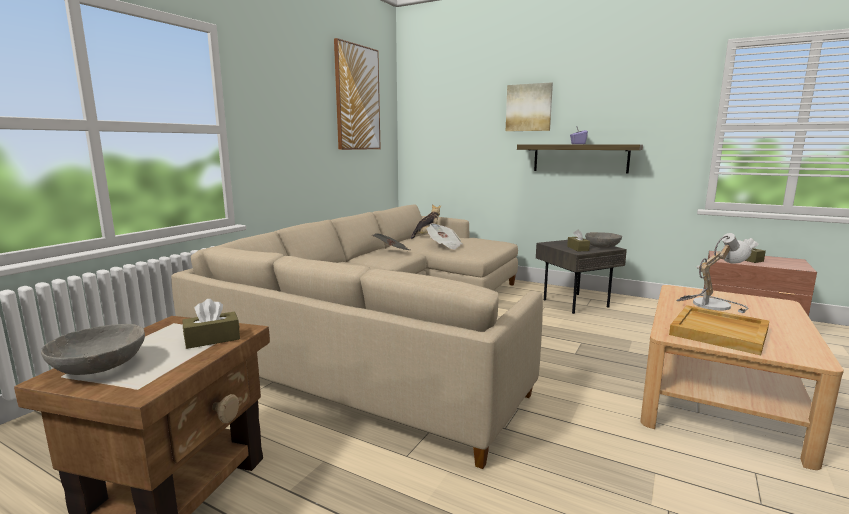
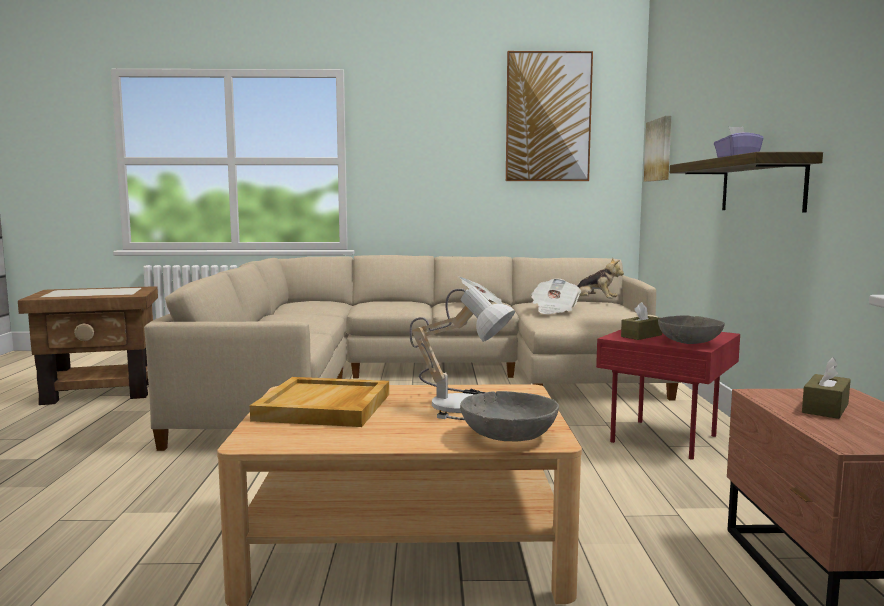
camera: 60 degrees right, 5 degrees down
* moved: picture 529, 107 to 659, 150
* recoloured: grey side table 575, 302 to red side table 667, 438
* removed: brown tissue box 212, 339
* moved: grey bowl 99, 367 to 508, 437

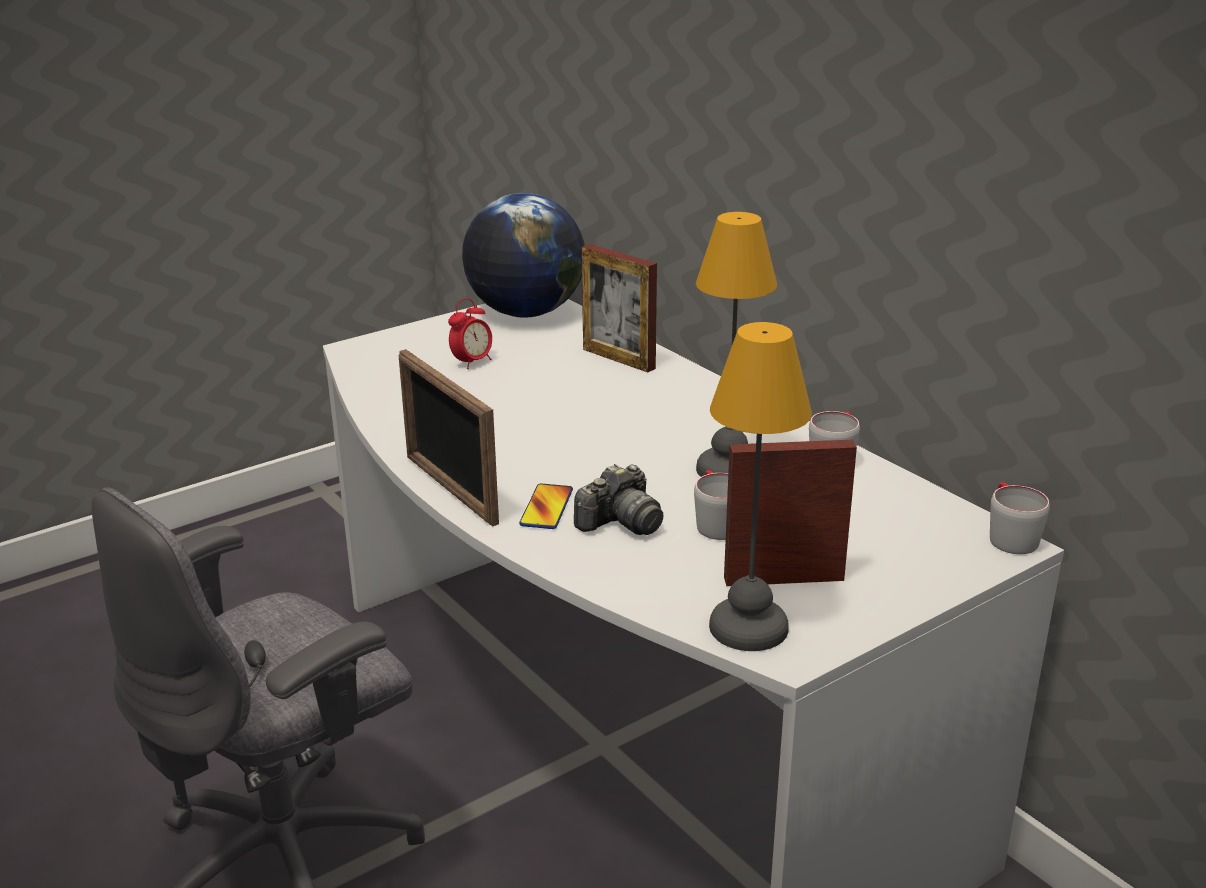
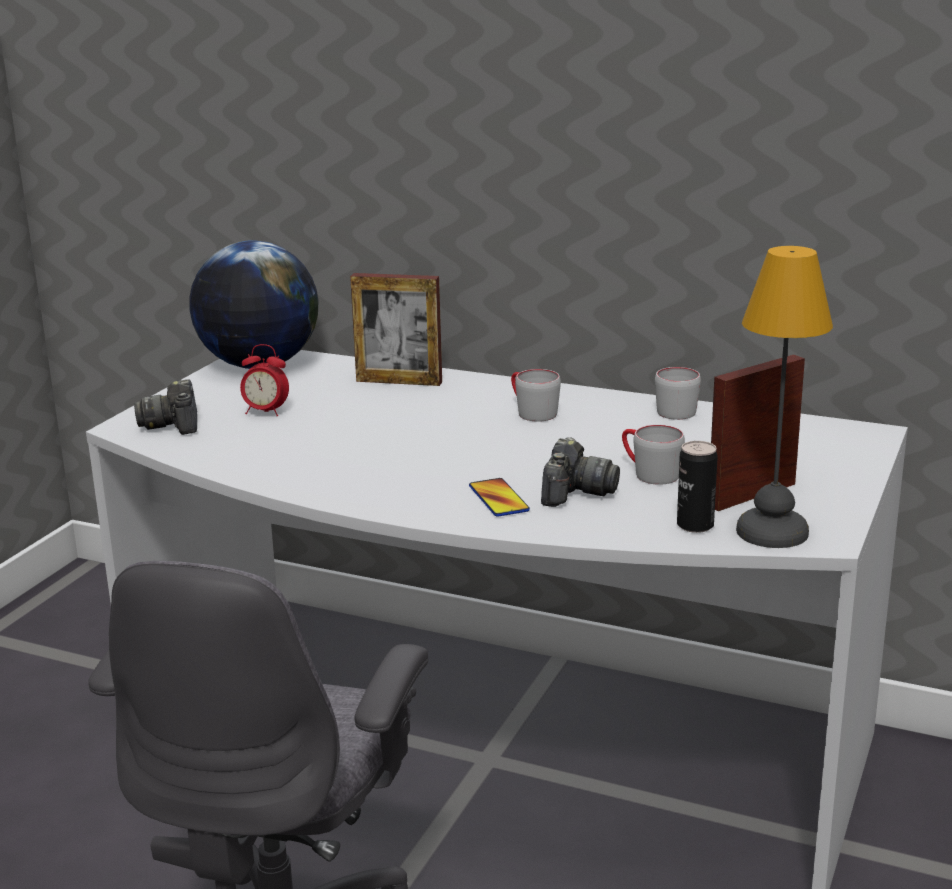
camera: 30 degrees left, 5 degrees down
* removed: table lamp 726, 470
* turned: alarm clock 472, 362 = 265, 412 90 degrees clockwise
* removed: picture frame 450, 490
* moved: grey mug 1008, 535 to 531, 412
* added: photo camera 174, 424
* added: can 695, 525

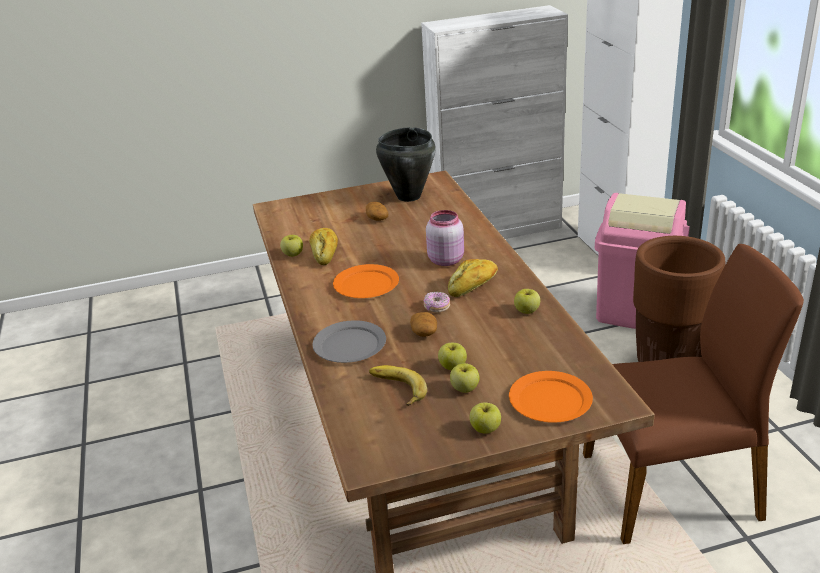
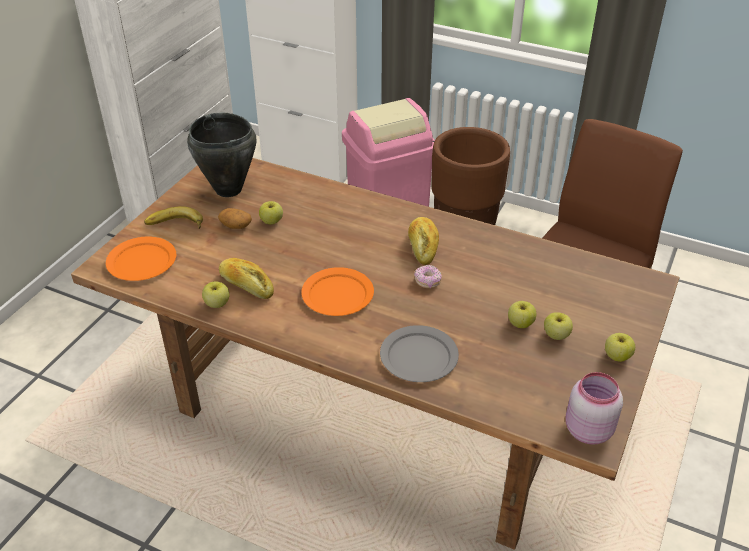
camera: 50 degrees left, 10 degrees up
* moved: pink jar 445, 260 to 586, 429
* moved: apple 527, 311 to 272, 221
* removed: potato 424, 333
* moved: banana 395, 389 to 175, 225
* moved: orange plate 550, 400 to 142, 262

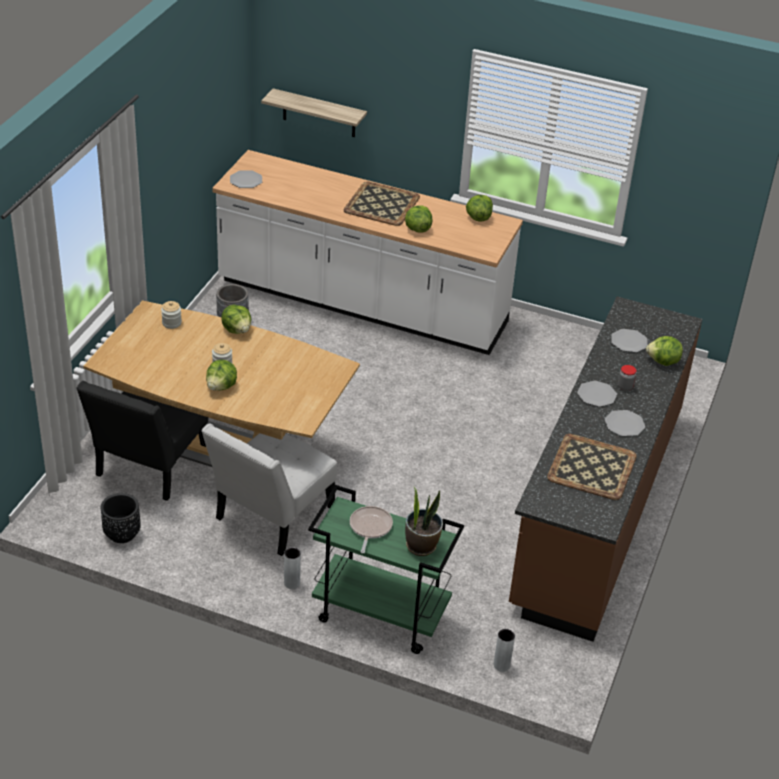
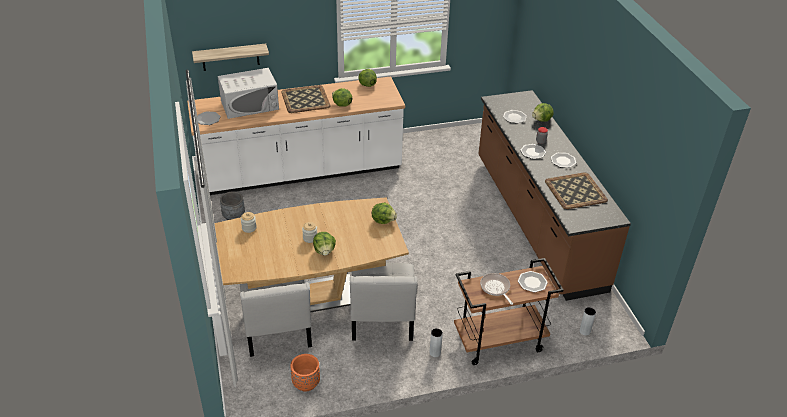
camera: 35 degrees left, 0 degrees up
* moved: lettuce 237, 330 to 383, 220
* recoloured: black chair 148, 466 to white chair 277, 332
* recoloured: green cart 379, 615 to brown cart 498, 342
* replaced: potted plant 421, 545 to plate 532, 282
* recoloured: black planter 122, 534 to orange planter 306, 383
* added: white microwave 250, 105

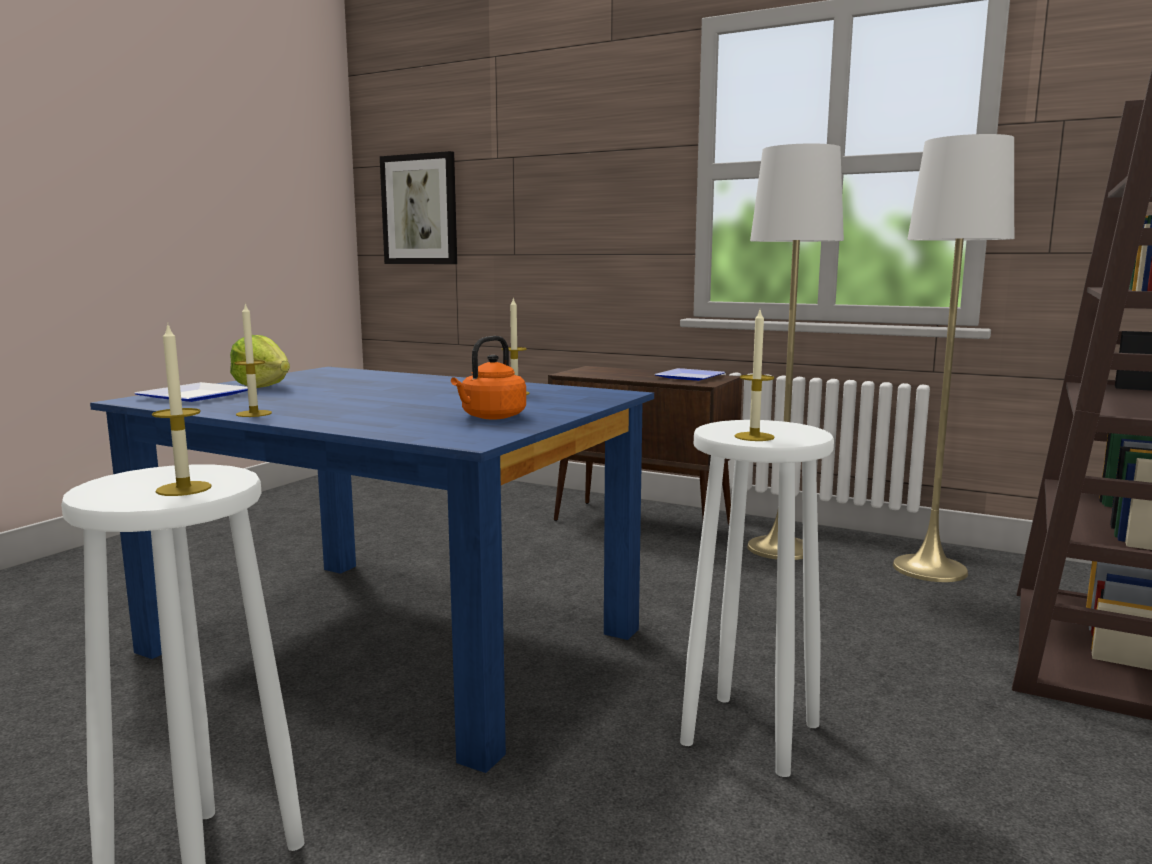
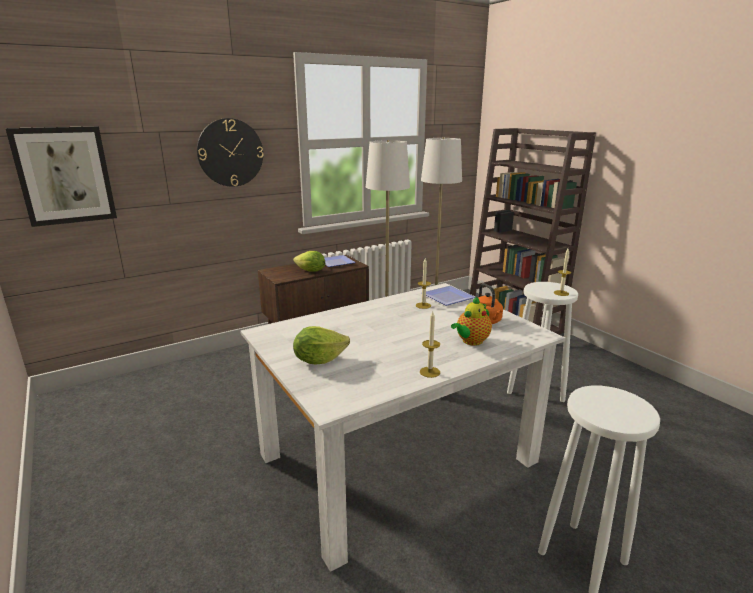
camera: 60 degrees left, 10 degrees up
* removed: candle 184, 489
* recoloured: blue dining table 397, 640 to white dining table 398, 456
* moved: plate 195, 397 to 450, 298
* added: wall clock 230, 153
* added: lettuce 311, 271
* added: teapot 471, 341

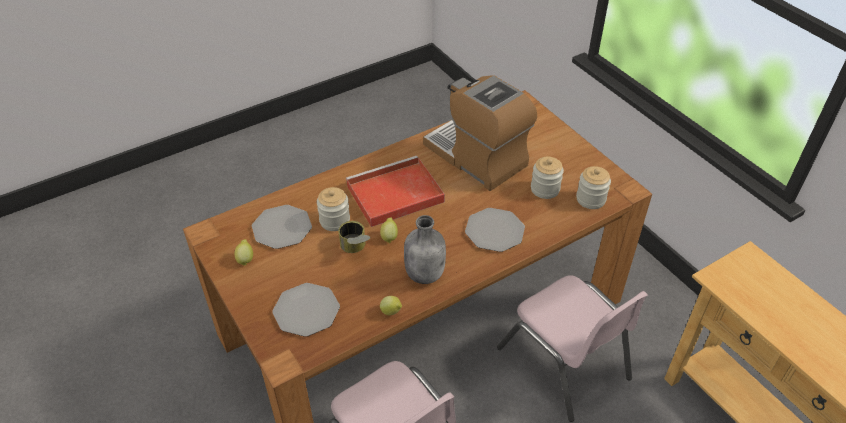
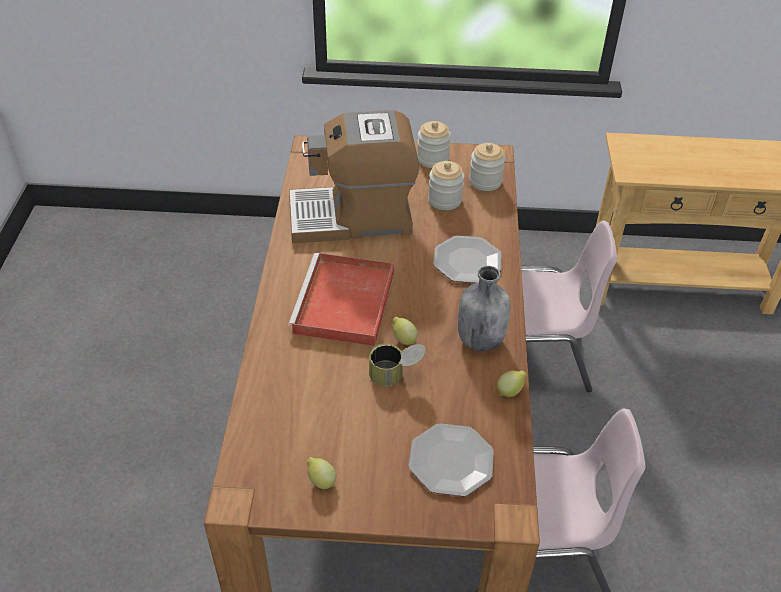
camera: 55 degrees left, 0 degrees up
* moved: jar 334, 220 to 432, 159
* removed: plate 282, 228

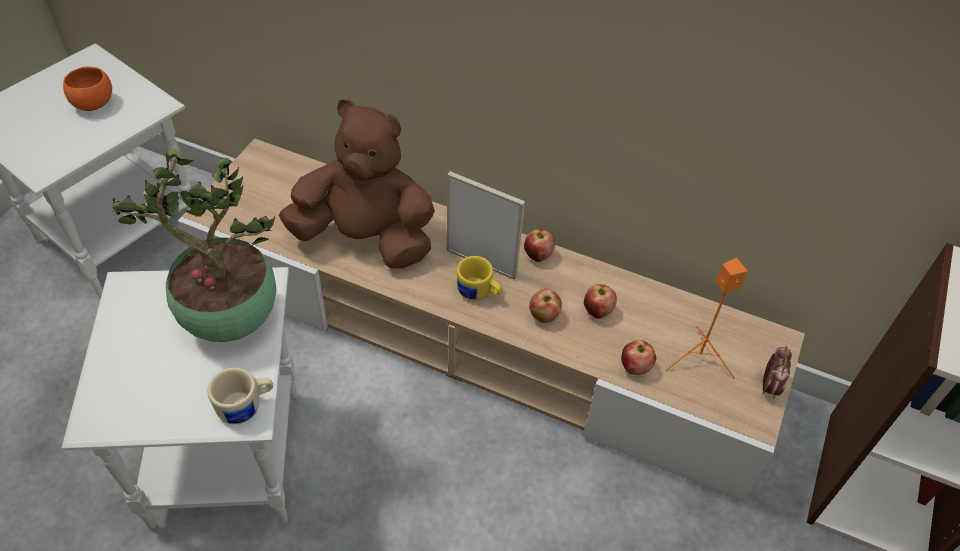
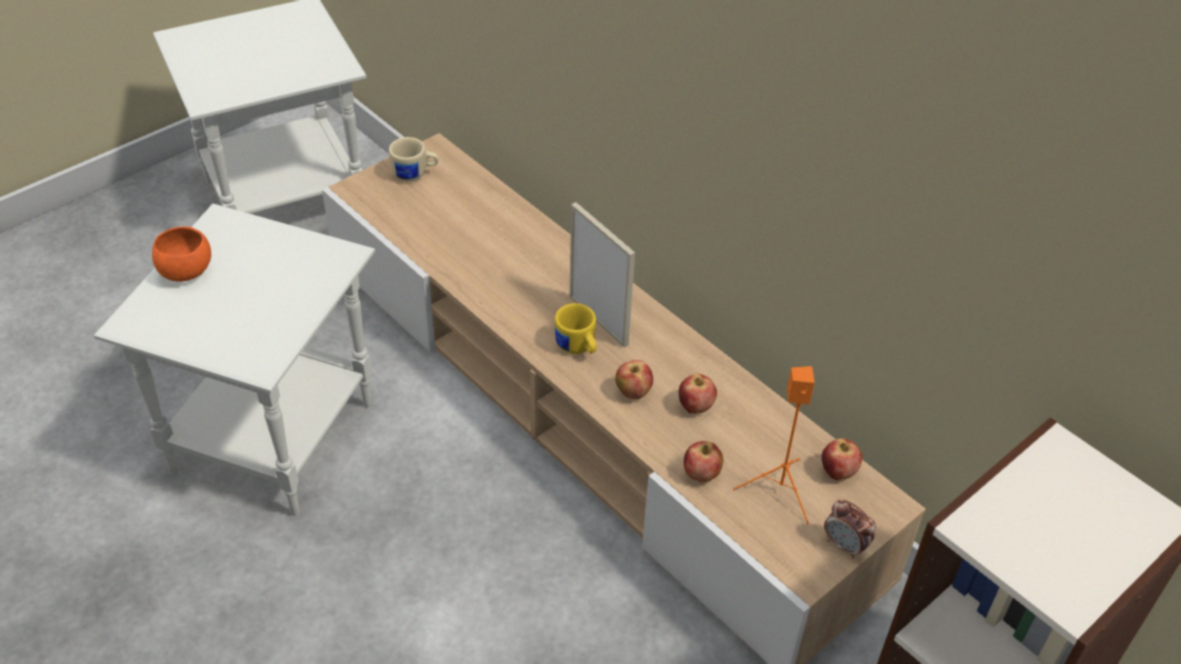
camera: 25 degrees right, 5 degrees down
* moved: orange bowl 93, 103 to 186, 271
* removed: brown plush toy 366, 238
* removed: potted plant 228, 321
* moved: apple 538, 255 to 838, 472
* turned: alarm clock 769, 386 = 845, 546 90 degrees clockwise
* moved: beige mug 246, 407 to 415, 174

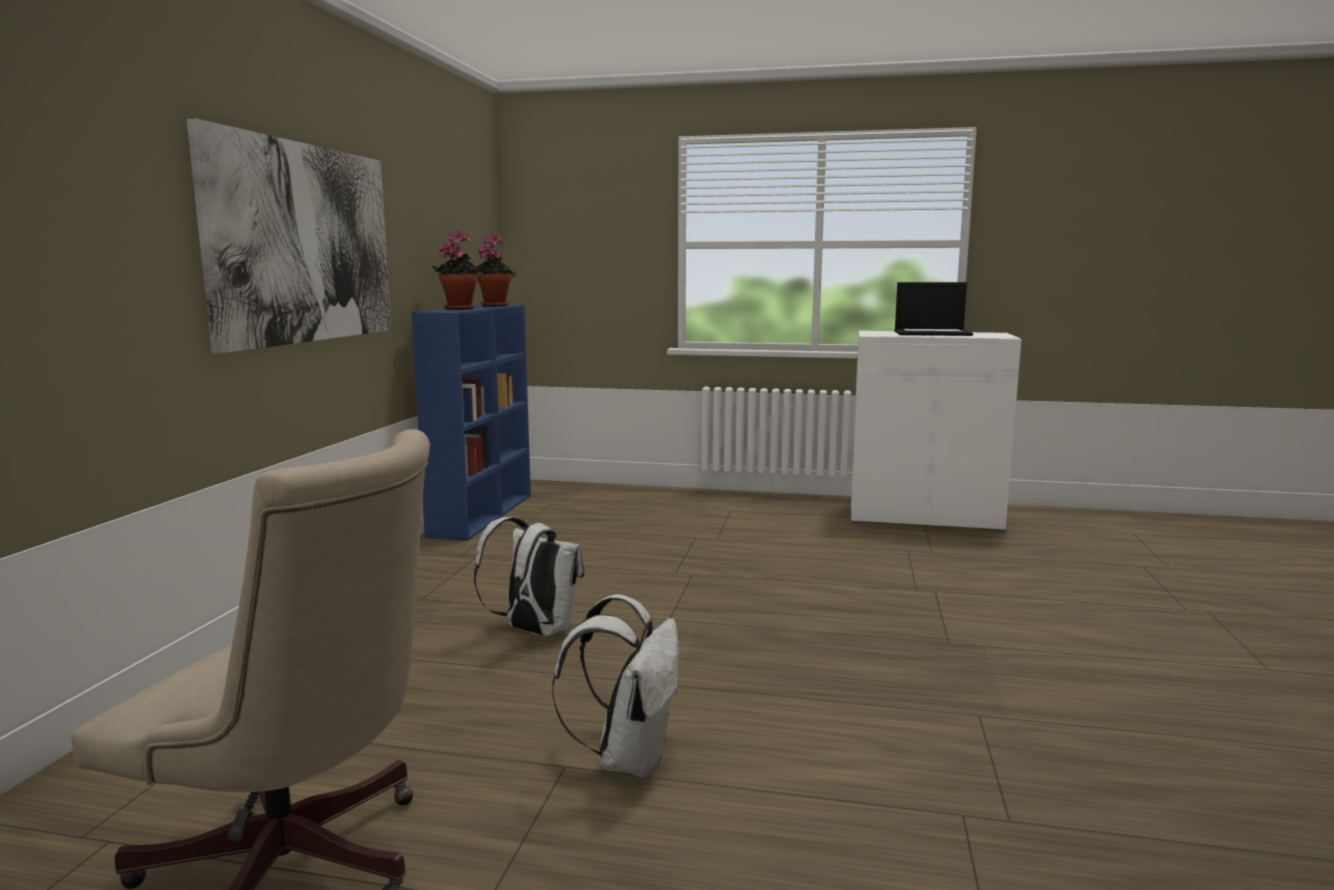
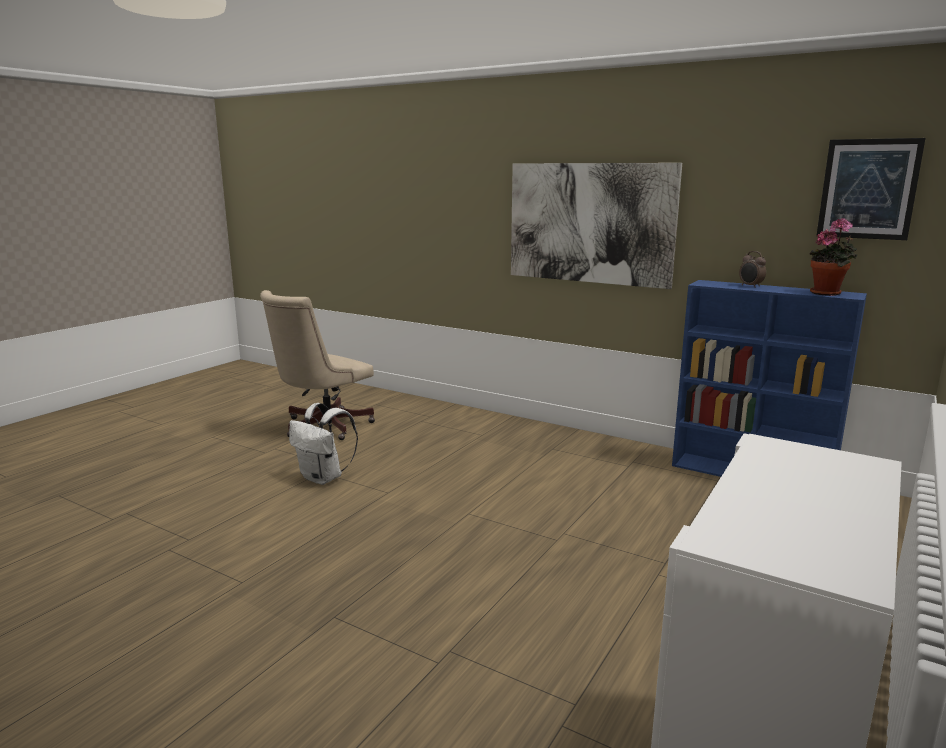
camera: 110 degrees right, 5 degrees up
* replaced: potted plant 460, 309 to alarm clock 750, 286
* removed: laptop 933, 333
* removed: white backpack 534, 631
* added: picture 868, 189

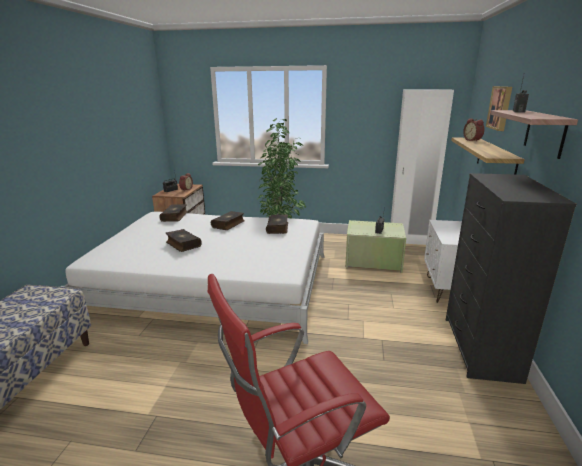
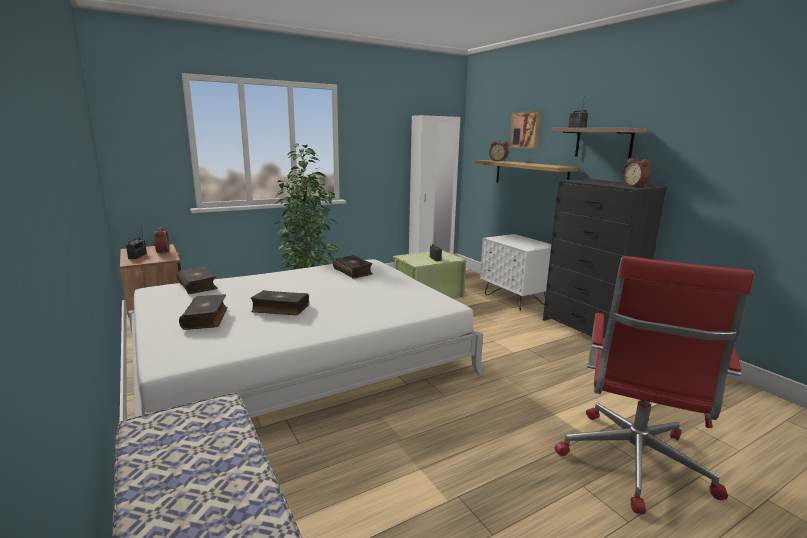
camera: 40 degrees left, 5 degrees down
* moved: book 228, 224 to 206, 318
* added: alarm clock 635, 186

